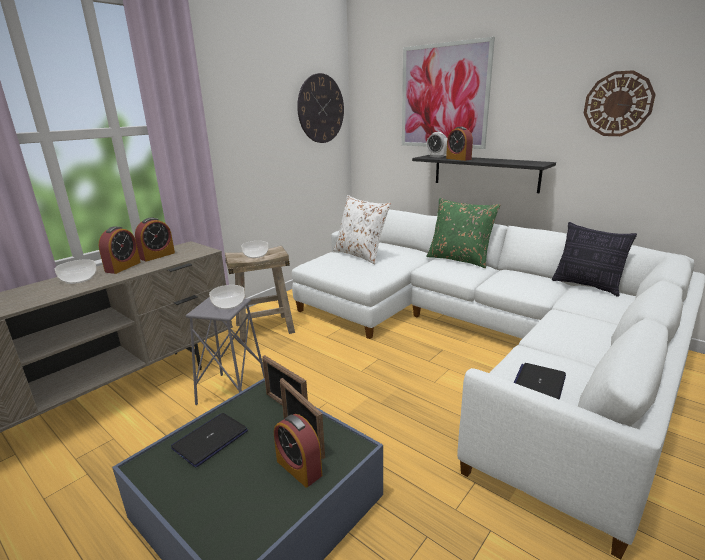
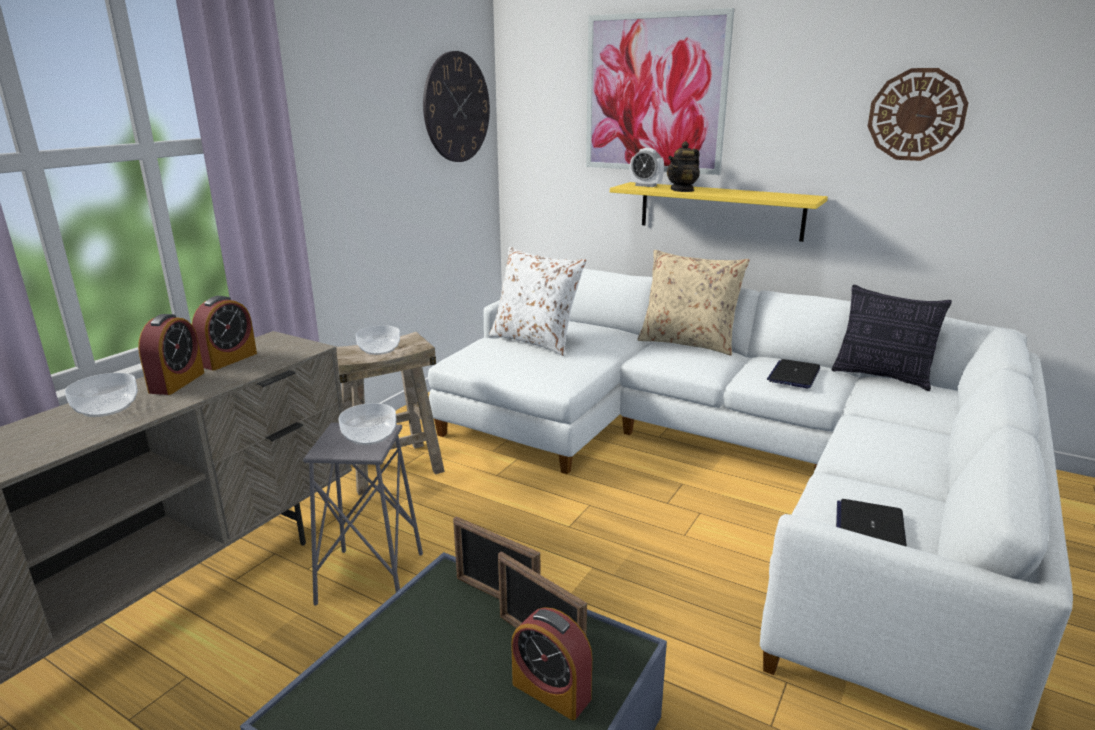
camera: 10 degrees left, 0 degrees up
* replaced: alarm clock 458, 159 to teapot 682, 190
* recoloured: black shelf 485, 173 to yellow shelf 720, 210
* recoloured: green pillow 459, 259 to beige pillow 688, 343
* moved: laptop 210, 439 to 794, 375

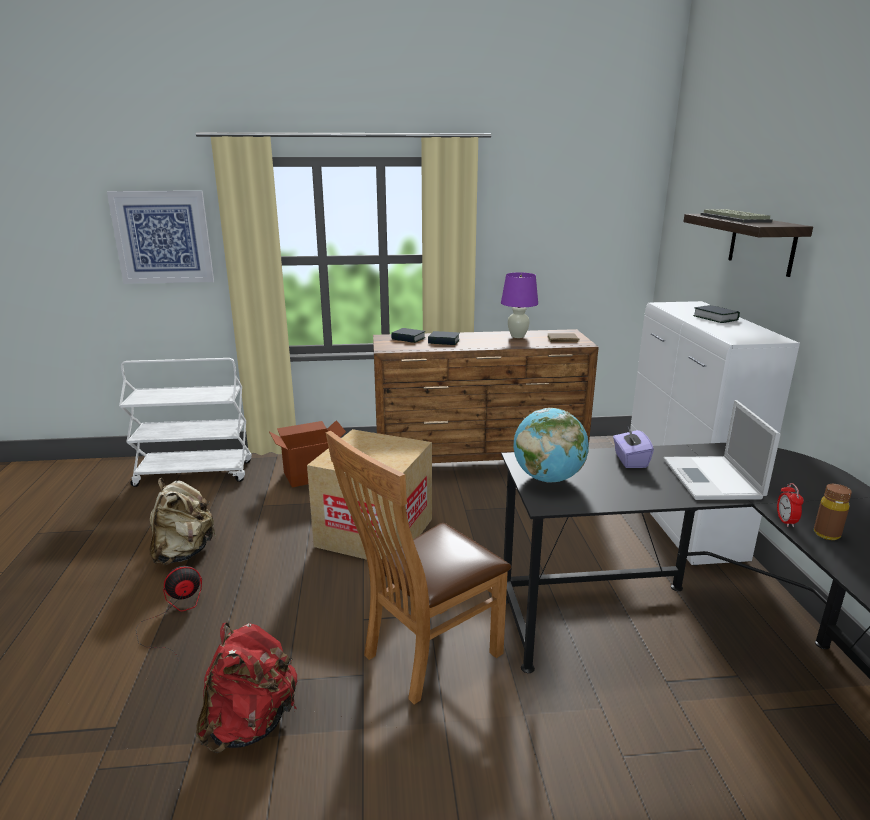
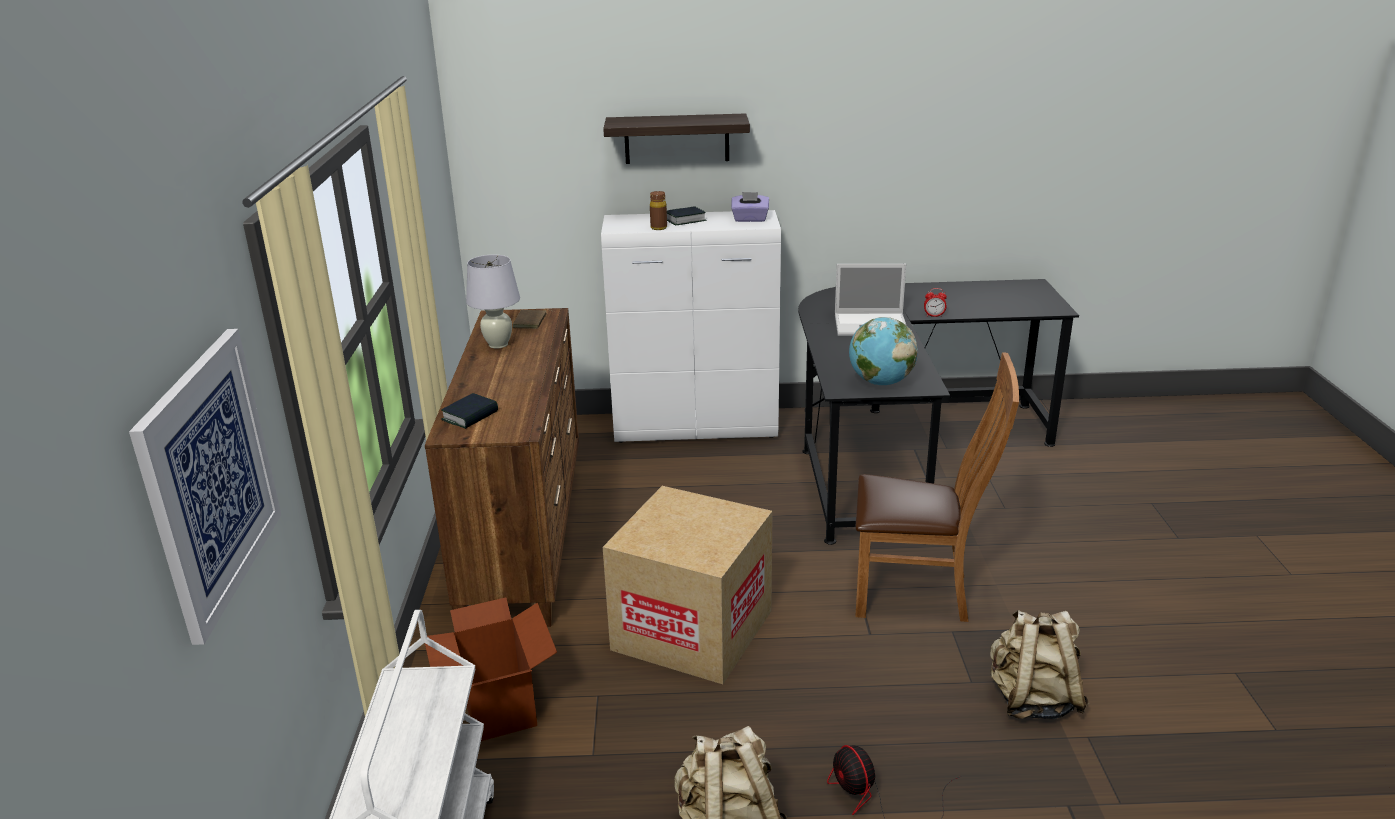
camera: 85 degrees left, 5 degrees up
* removed: keyboard 736, 218
* recoloured: purple table lamp 517, 336 to white table lamp 498, 344
* removed: book 444, 341
* moved: purple tissue box 630, 460 to 750, 219
* turned: brown chair 424, 656 = 919, 593 45 degrees counterclockwise
* moved: brown bottle 826, 534 to 658, 228
* recoloured: red backpack 251, 723 to beige backpack 1032, 700

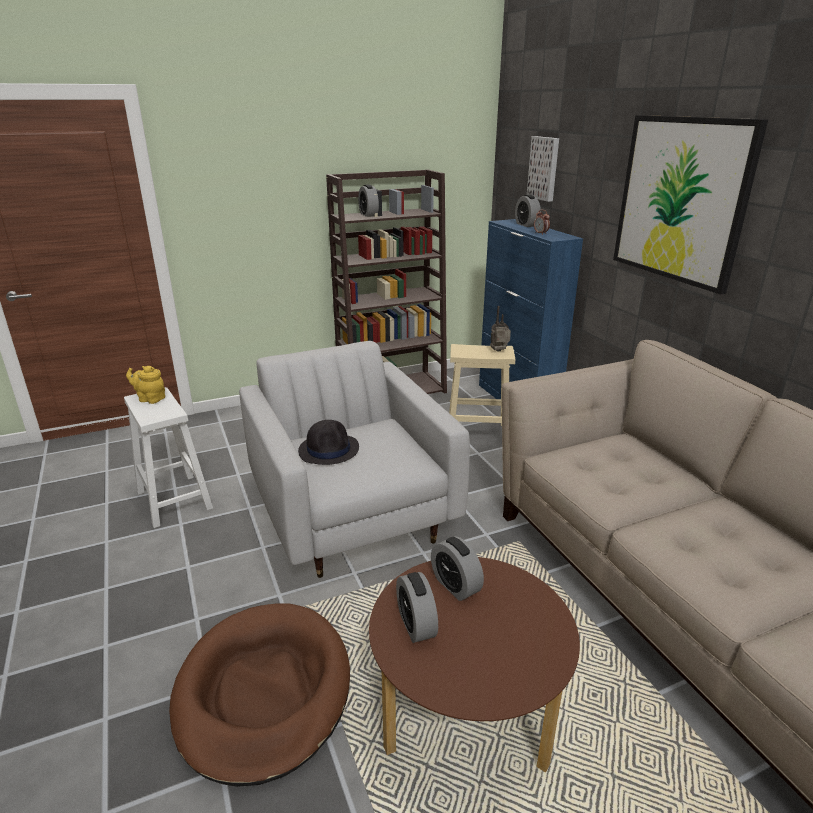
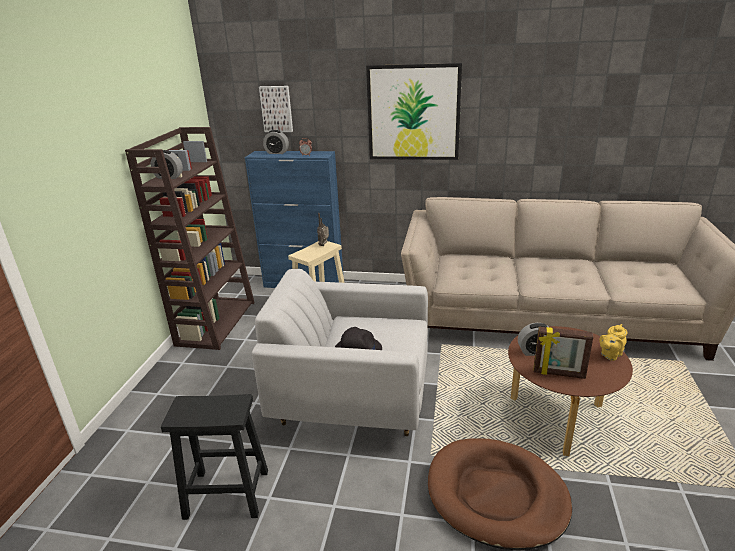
camera: 55 degrees left, 0 degrees up
* moved: yellow teapot 150, 399 to 610, 355
* recoloured: white stool 175, 500 to black stool 228, 493
* replaced: alarm clock 416, 624 to picture frame 559, 374

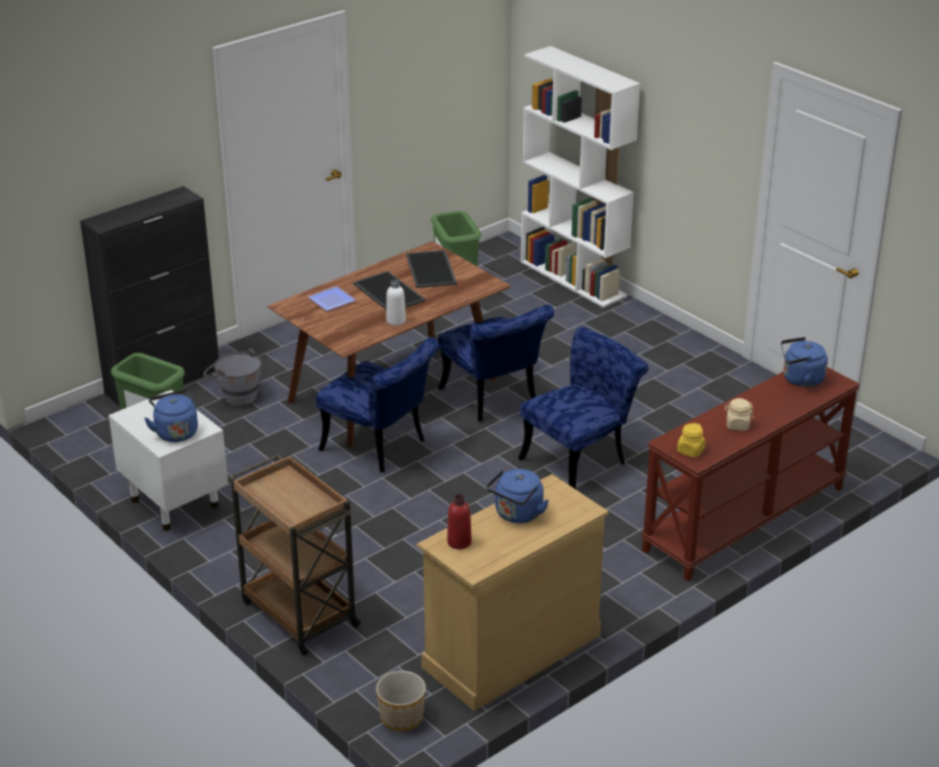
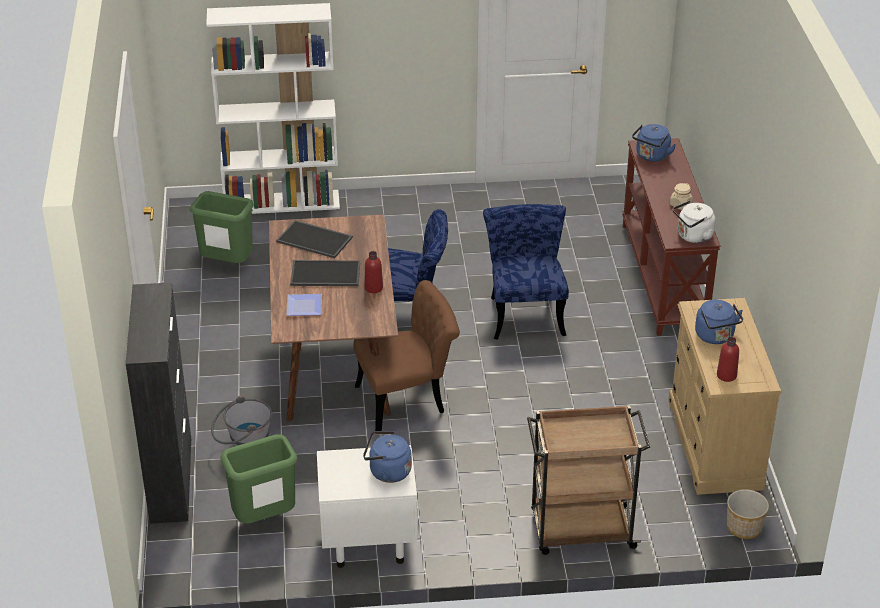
camera: 55 degrees left, 5 degrees up
* recoloured: white bottle 396, 320 to red bottle 373, 288
* recoloured: blue chair 380, 448 to brown chair 408, 399
* replaced: yellow jar 690, 451 to white kettle 693, 236

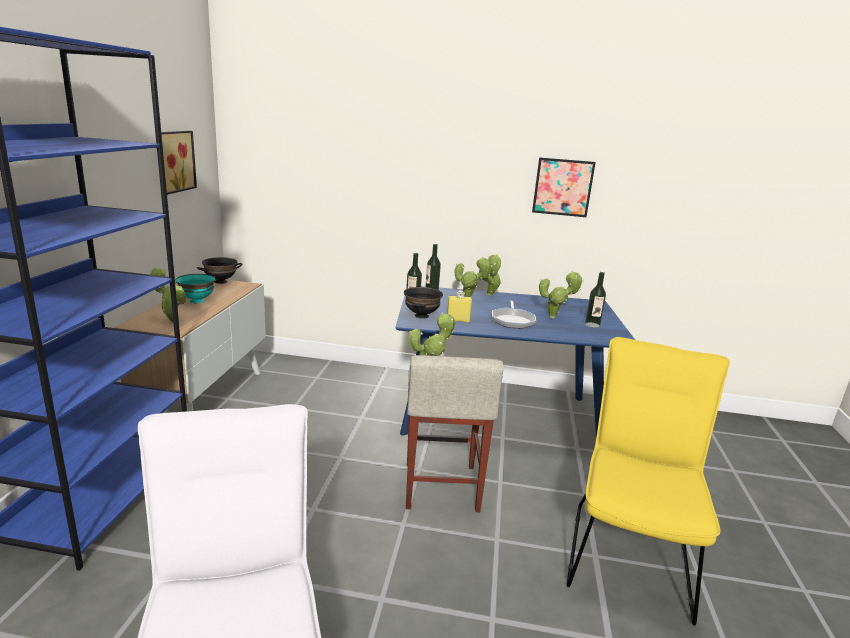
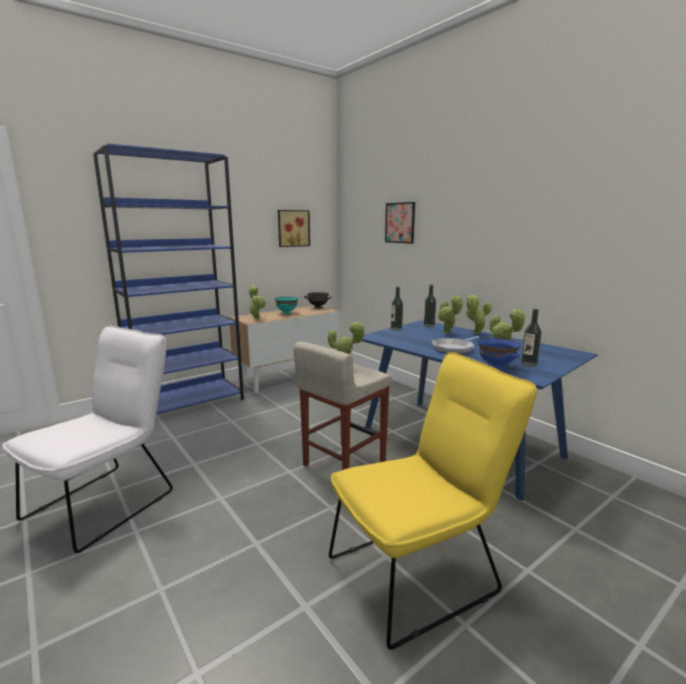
camera: 45 degrees right, 5 degrees down
* moved: picture 562, 187 to 400, 223
* removed: black bowl 422, 316
* removed: yellow bottle 458, 320
* added: blue bowl 496, 367

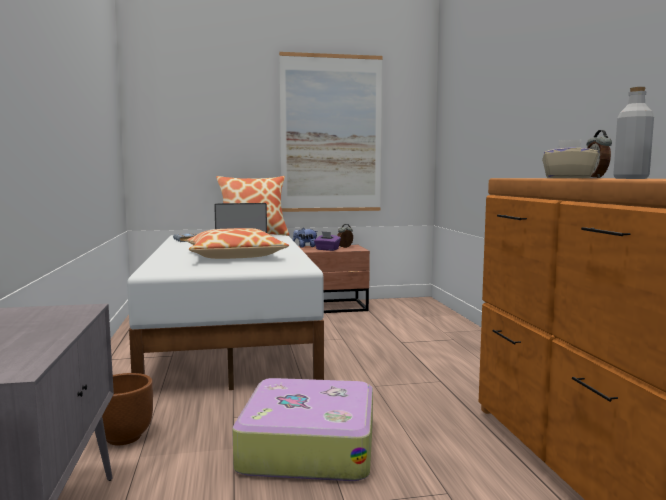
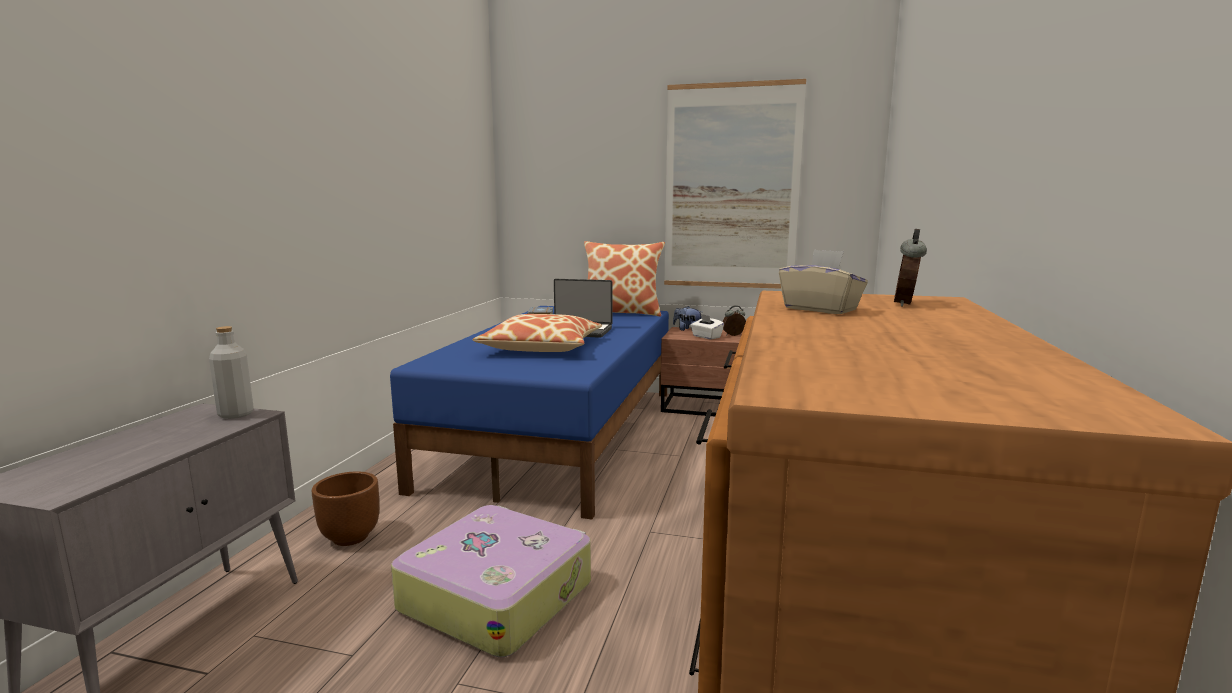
camera: 25 degrees right, 5 degrees up
* moved: grey bottle 630, 178 to 236, 414
* recoloured: purple tissue box 327, 249 to white tissue box 706, 337
* recoloured: white bed 232, 338 to blue bed 562, 434

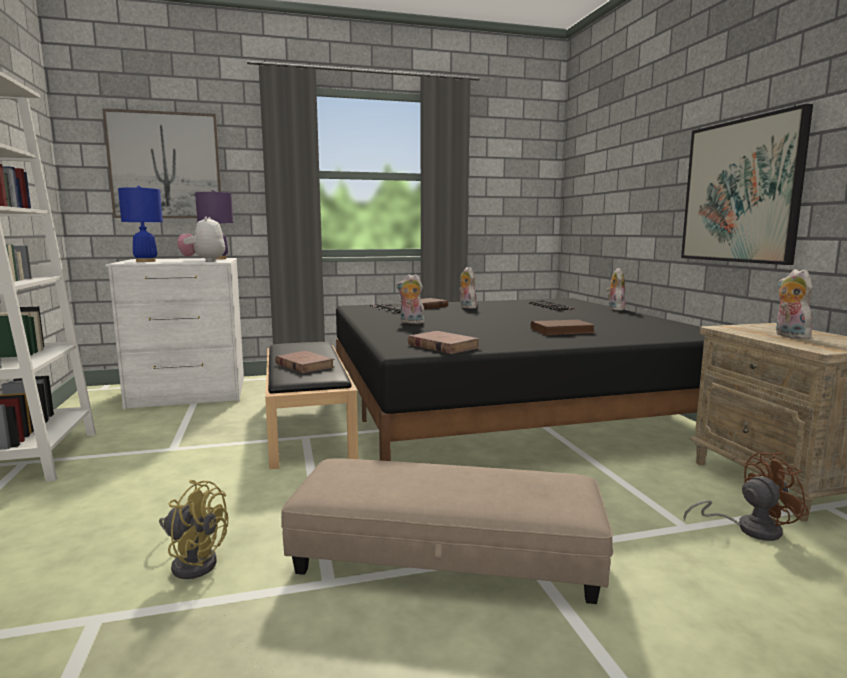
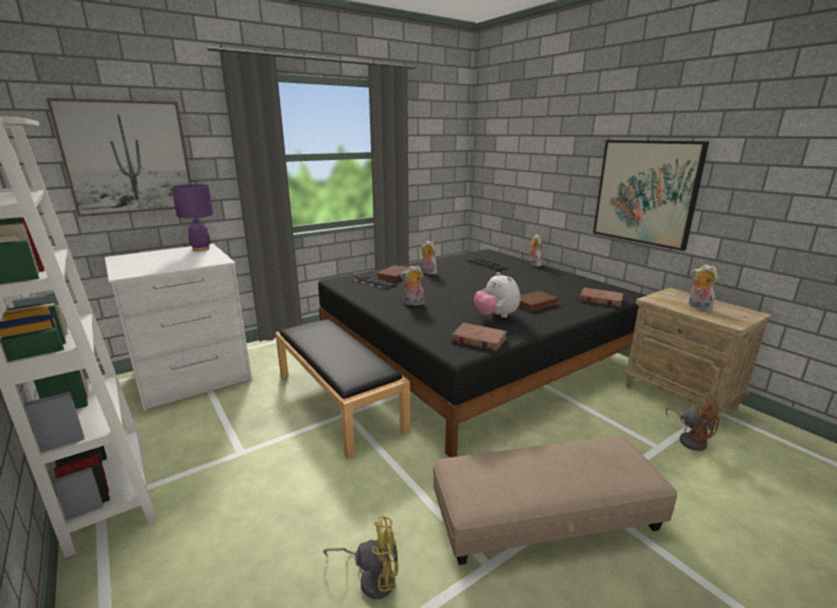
camera: 20 degrees left, 10 degrees up
* removed: blue table lamp 146, 261
* moved: plush toy 204, 261 to 496, 316
* moved: brown book 304, 365 to 600, 300
* turned: brown fan 748, 528 = 690, 440 90 degrees clockwise

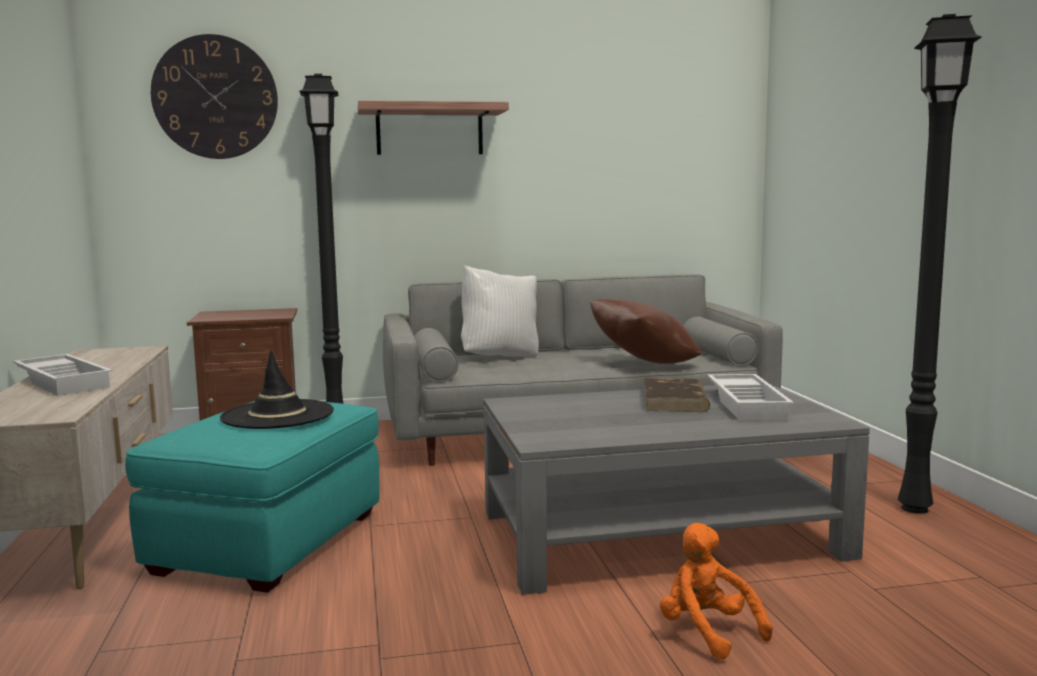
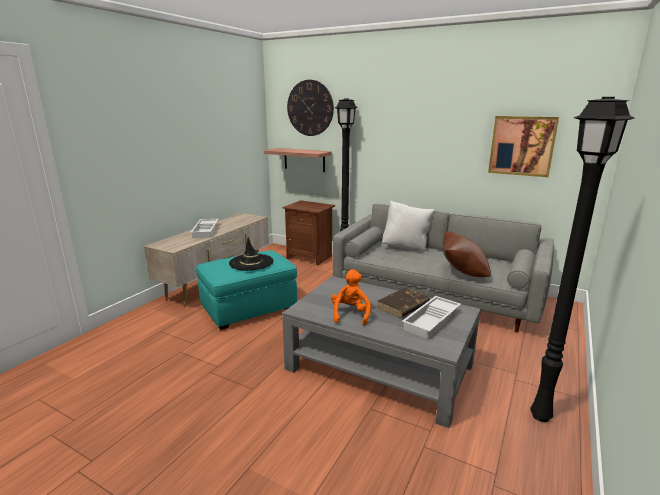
camera: 40 degrees right, 10 degrees up
* moved: shelf 429, 131 to 304, 159
* moved: orange plush toy 707, 632 to 350, 314
* added: picture 522, 146

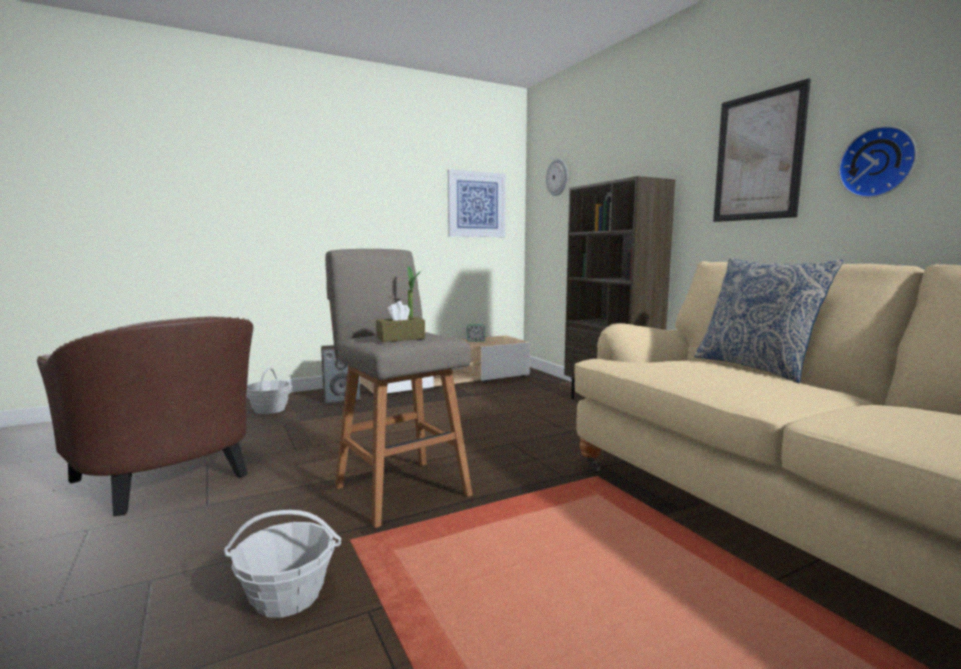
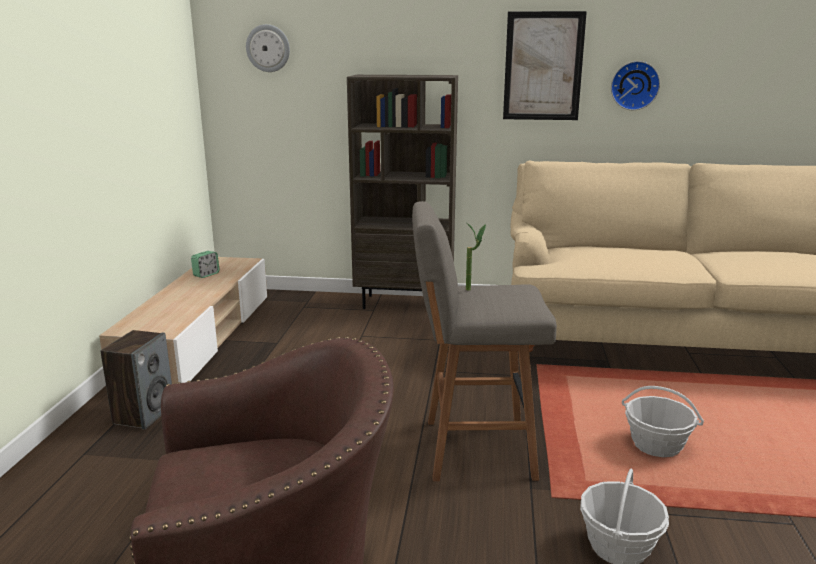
camera: 55 degrees left, 10 degrees up
* removed: picture 476, 204
* removed: pillow 755, 367
* removed: brown tissue box 400, 338
* moved: basket 270, 409 to 656, 446

